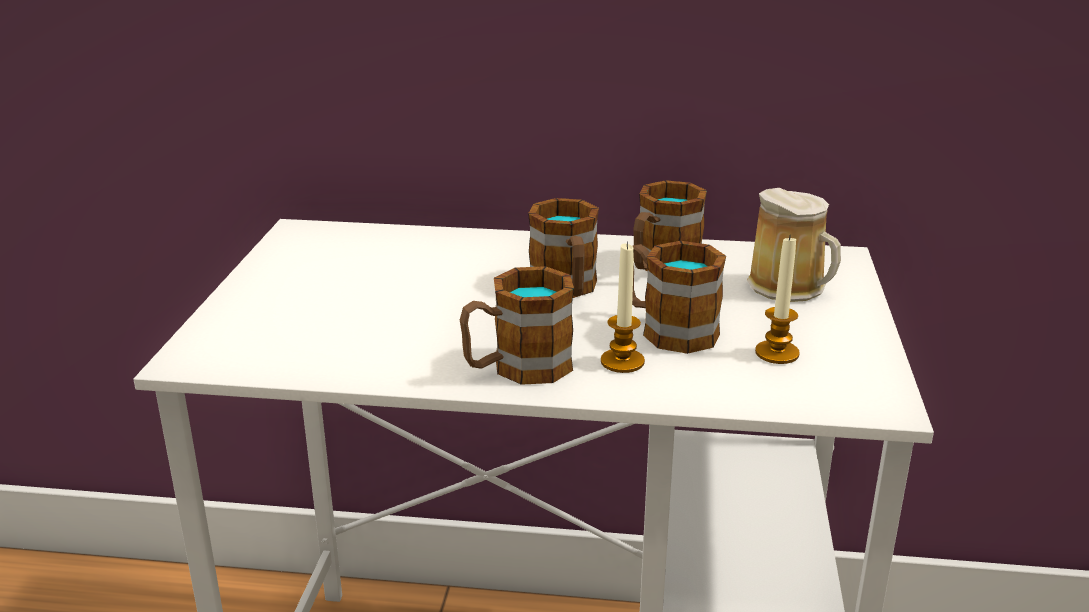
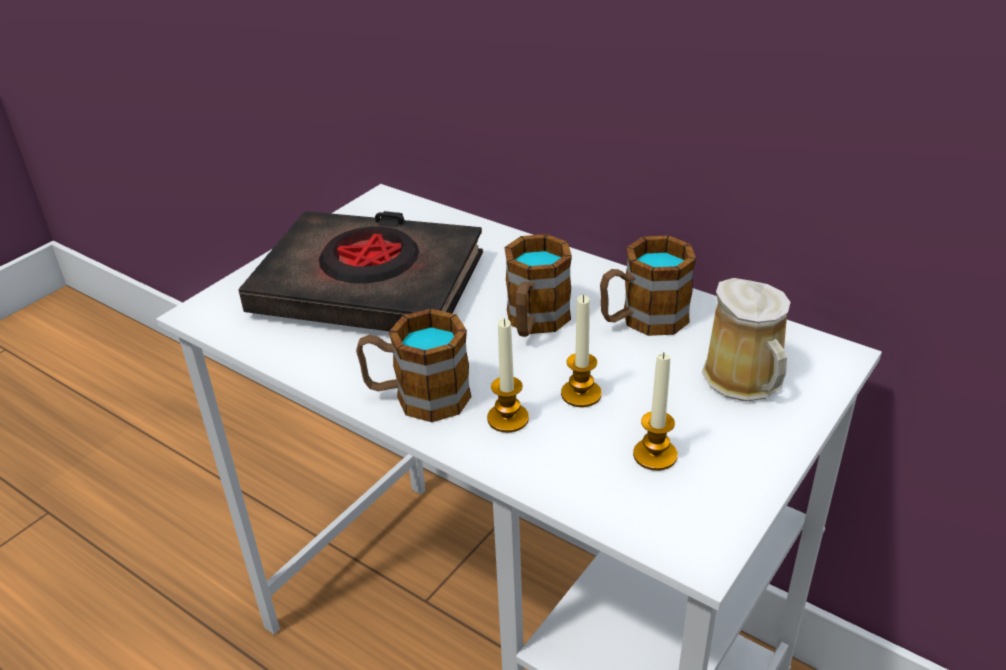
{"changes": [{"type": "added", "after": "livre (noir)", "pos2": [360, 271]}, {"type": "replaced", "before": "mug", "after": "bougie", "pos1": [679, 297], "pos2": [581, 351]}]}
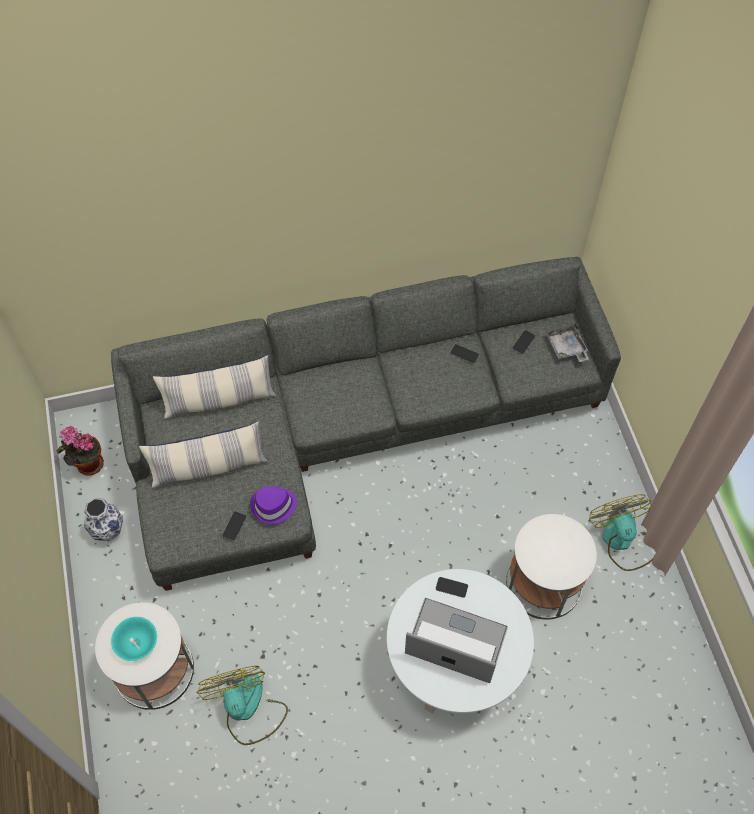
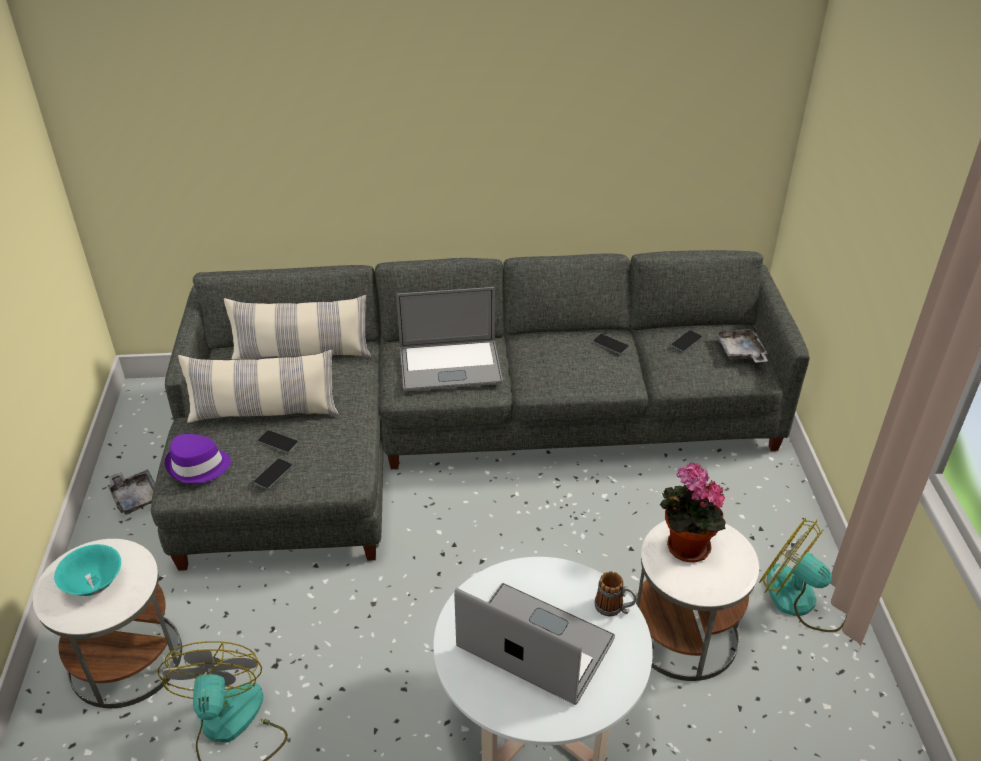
{"changes": [{"type": "added", "after": "ordinateur portable", "pos2": [449, 339]}, {"type": "added", "after": "mug", "pos2": [616, 593]}, {"type": "moved", "before": "plante en pot", "pos1": [80, 451], "pos2": [693, 513]}, {"type": "moved", "before": "chapeau (violet)", "pos1": [273, 505], "pos2": [198, 459]}, {"type": "moved", "before": "téléphone", "pos1": [452, 587], "pos2": [278, 441]}, {"type": "replaced", "before": "vase", "after": "plateau (gris)", "pos1": [103, 519], "pos2": [131, 492]}, {"type": "turned", "before": "ventilateur", "pos1": [621, 532], "pos2": [803, 575], "turn": -45}]}
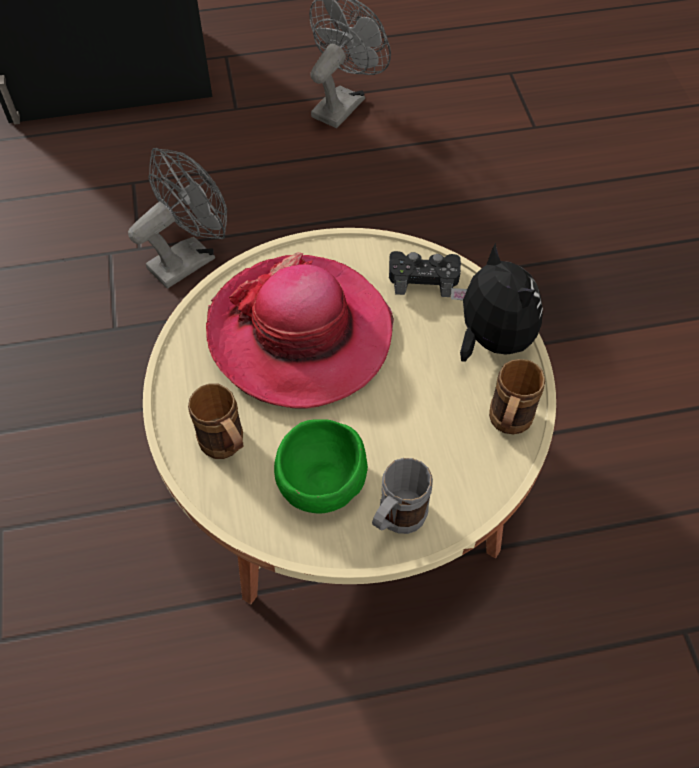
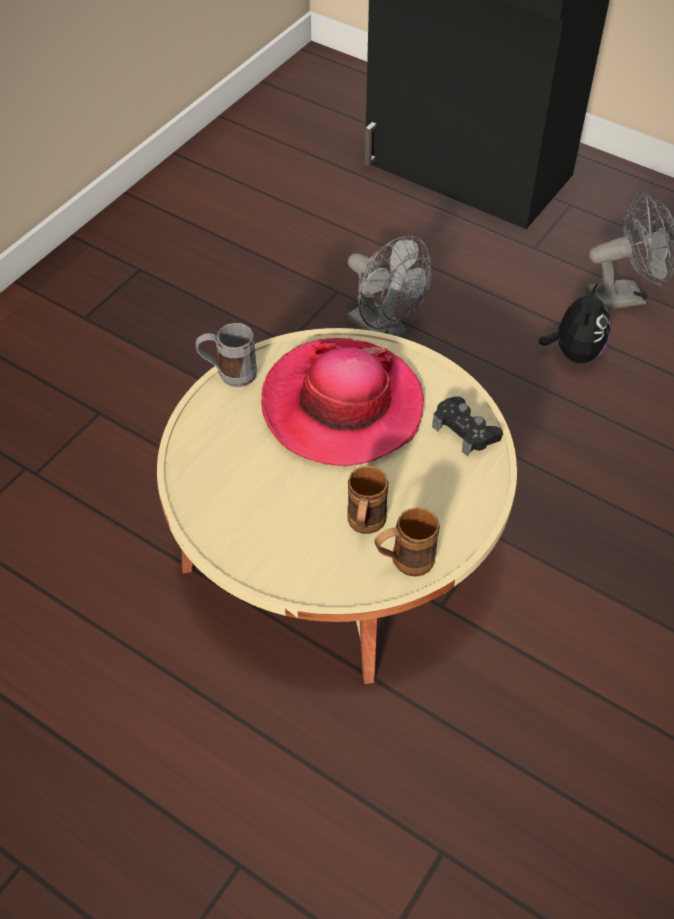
{"changes": [{"type": "removed", "before": "bol (vert)", "pos1": [321, 466]}, {"type": "moved", "before": "mug (marron)", "pos1": [215, 421], "pos2": [368, 500]}, {"type": "moved", "before": "mug (gris)", "pos1": [402, 496], "pos2": [226, 355]}, {"type": "moved", "before": "peluche", "pos1": [497, 302], "pos2": [574, 323]}, {"type": "turned", "before": "ventilateur (gris)", "pos1": [177, 218], "pos2": [389, 286], "turn": 45}]}
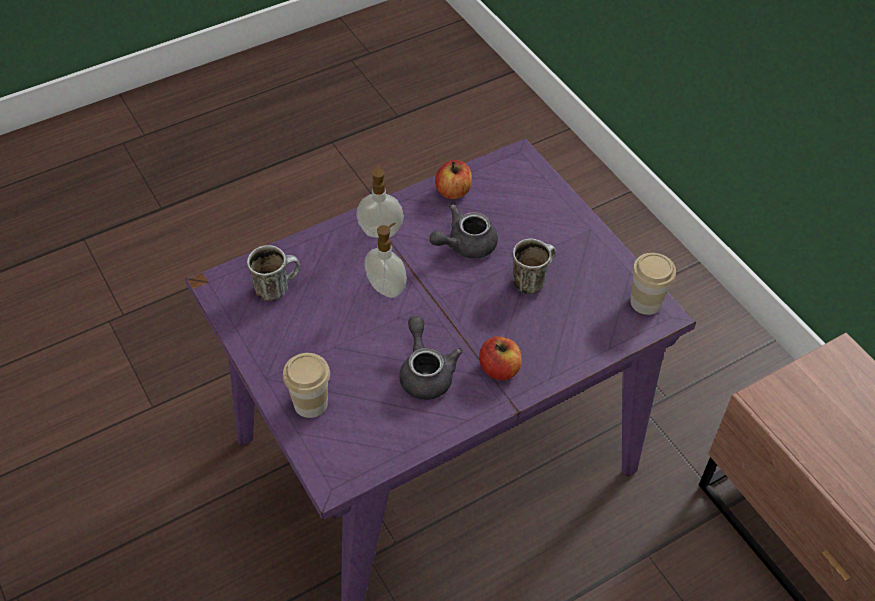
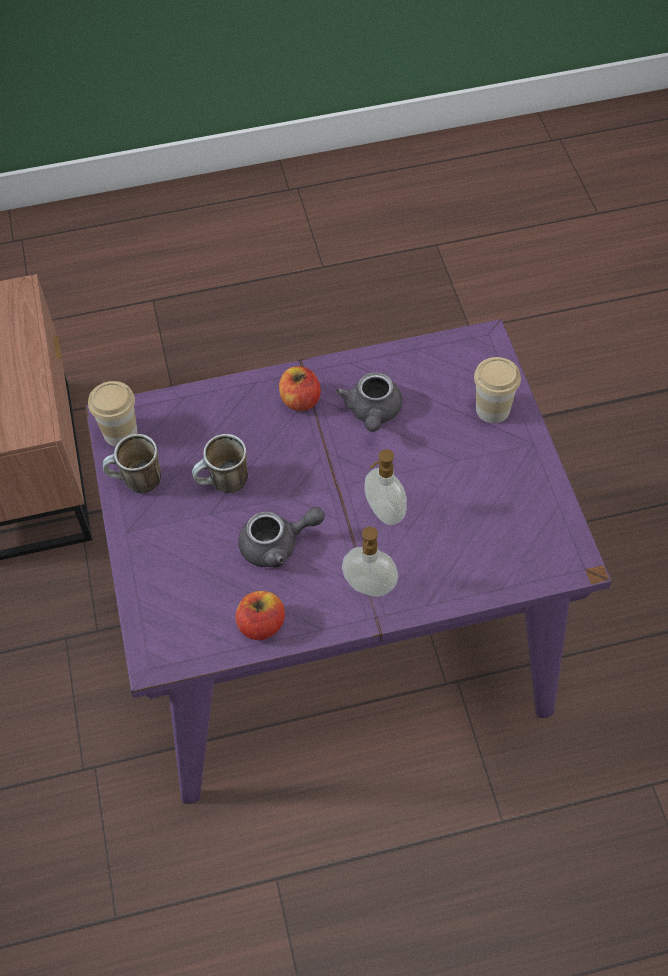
{"changes": [{"type": "moved", "before": "mug", "pos1": [273, 273], "pos2": [132, 463]}]}
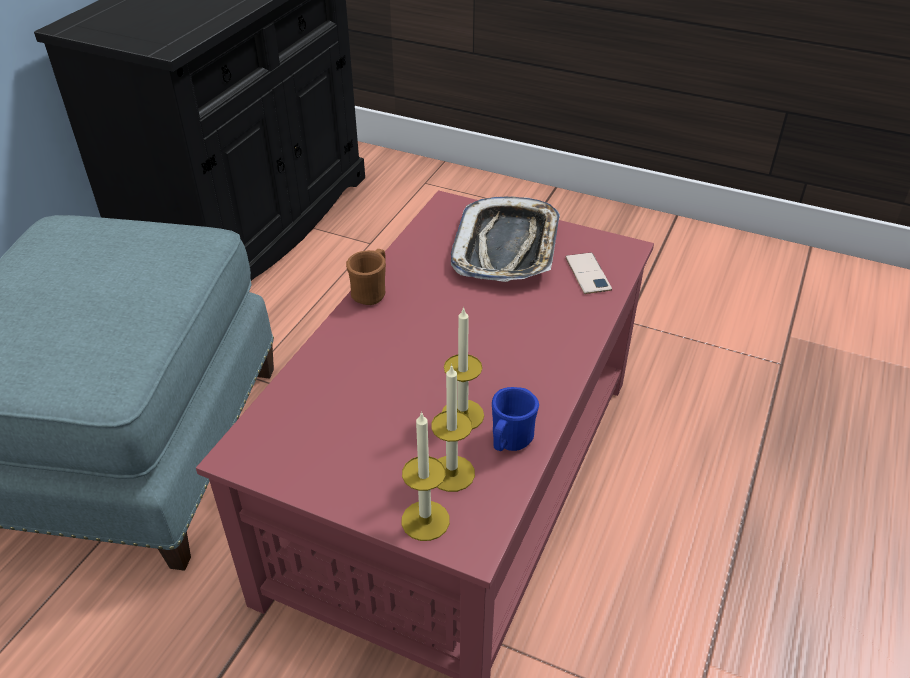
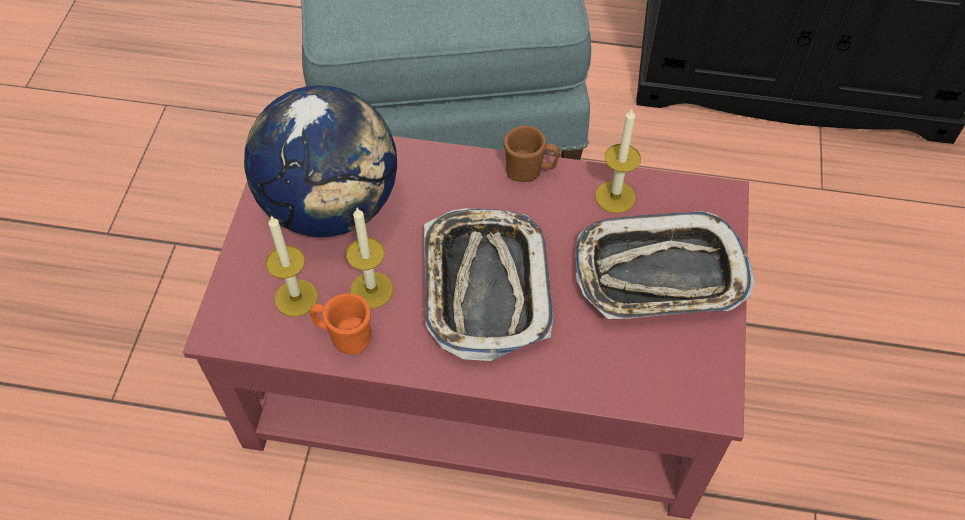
{"changes": [{"type": "removed", "before": "téléphone", "pos1": [589, 273]}, {"type": "added", "after": "globe", "pos2": [320, 161]}, {"type": "added", "after": "plateau", "pos2": [488, 284]}, {"type": "moved", "before": "bougie", "pos1": [426, 476], "pos2": [618, 161]}, {"type": "recoloured", "before": "mug (bleu)", "after": "mug (orange)", "pos1": [515, 419], "pos2": [341, 324]}]}
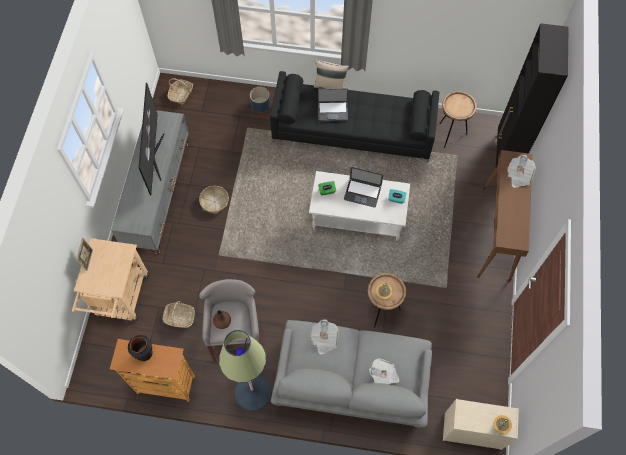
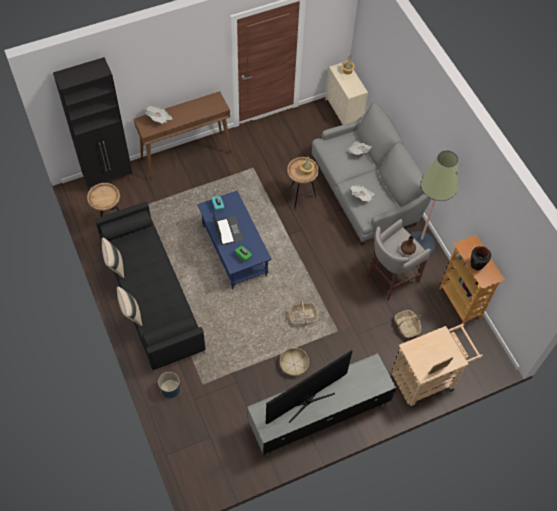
{"changes": [{"type": "removed", "before": "ordinateur portable", "pos1": [333, 104]}, {"type": "added", "after": "coussin (beige)", "pos2": [113, 258]}, {"type": "moved", "before": "panier", "pos1": [180, 91], "pos2": [304, 312]}, {"type": "recoloured", "before": "table basse (blanc)", "after": "table basse (bleu)", "pos1": [359, 206], "pos2": [234, 240]}]}
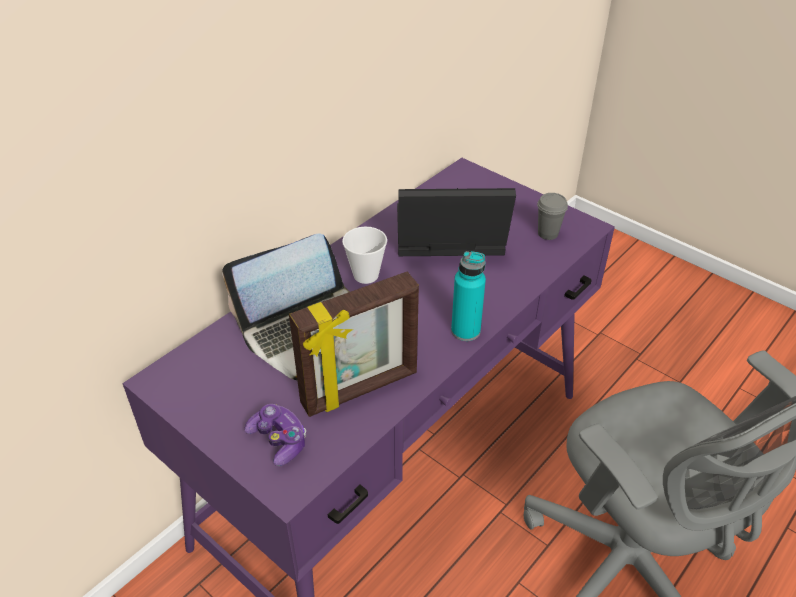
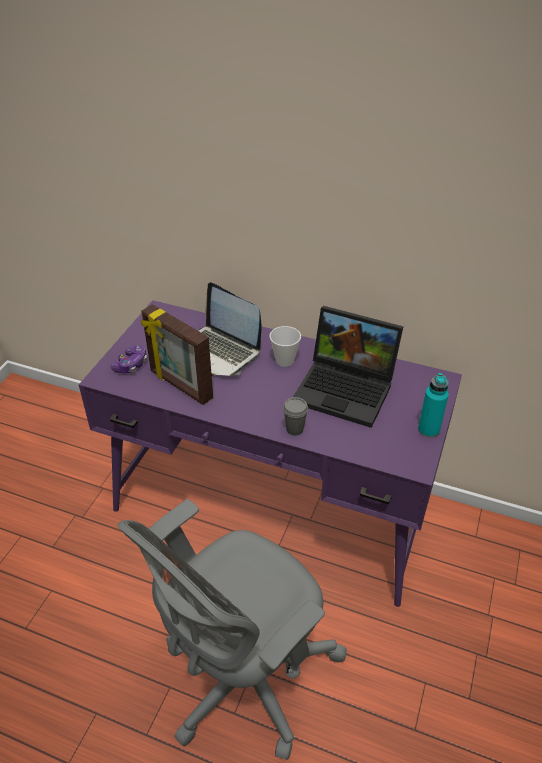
{"changes": [{"type": "moved", "before": "bouteille (turquoise)", "pos1": [468, 296], "pos2": [433, 405]}, {"type": "moved", "before": "tasse (gris)", "pos1": [552, 216], "pos2": [295, 416]}, {"type": "turned", "before": "ordinateur portable", "pos1": [456, 222], "pos2": [348, 367], "turn": 135}]}
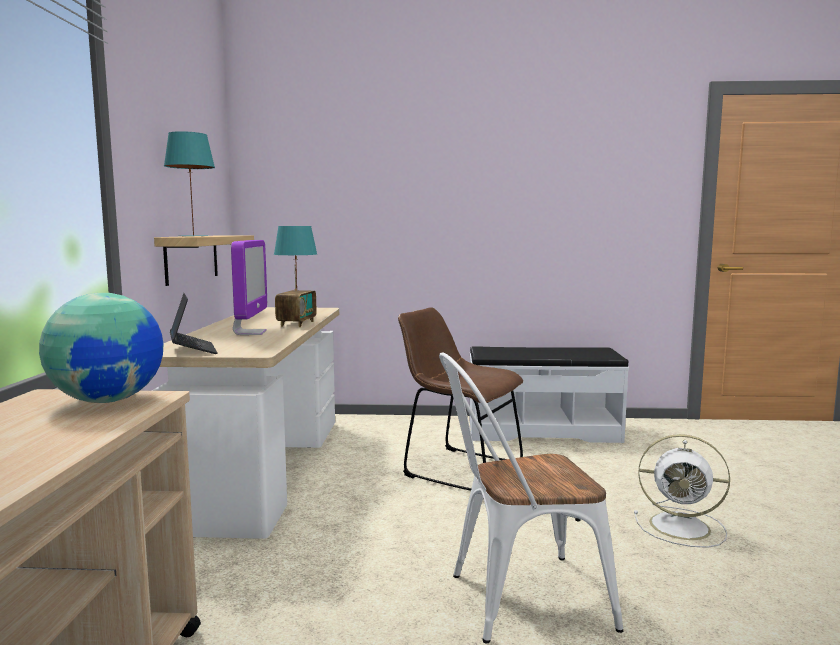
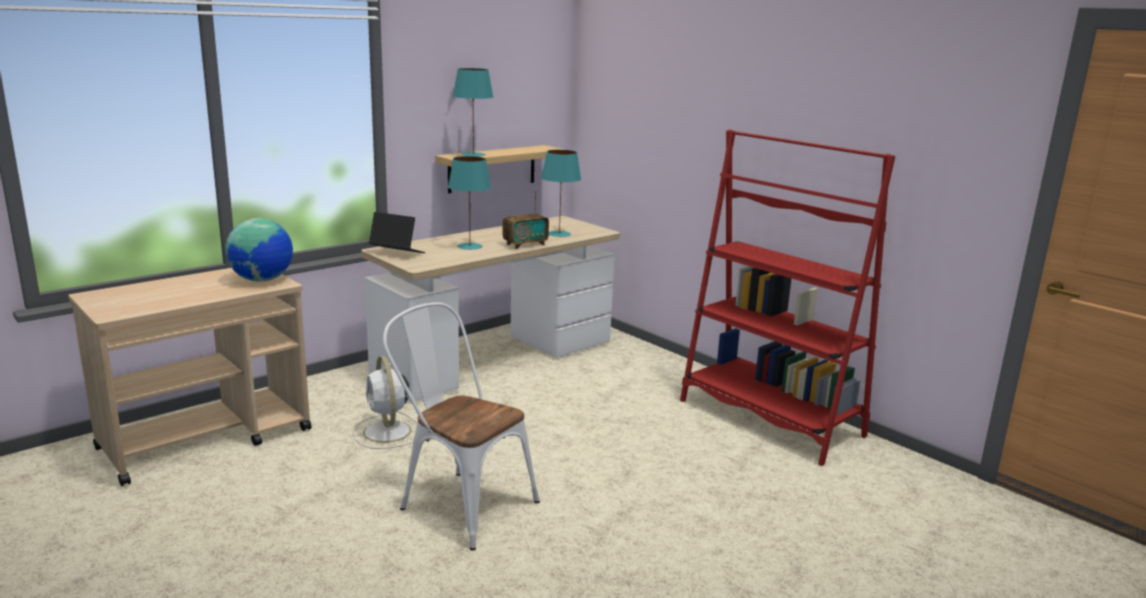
{"changes": [{"type": "removed", "before": "chaise (marron)", "pos1": [460, 399]}, {"type": "moved", "before": "ventilateur (blanc)", "pos1": [682, 491], "pos2": [385, 402]}, {"type": "replaced", "before": "écran d'ordinateur", "after": "lampe de table (turquoise)", "pos1": [249, 287], "pos2": [469, 203]}, {"type": "replaced", "before": "banc (blanc)", "after": "bibliothèque (rouge)", "pos1": [549, 394], "pos2": [787, 297]}, {"type": "turned", "before": "ordinateur portable", "pos1": [194, 323], "pos2": [397, 232], "turn": -90}]}
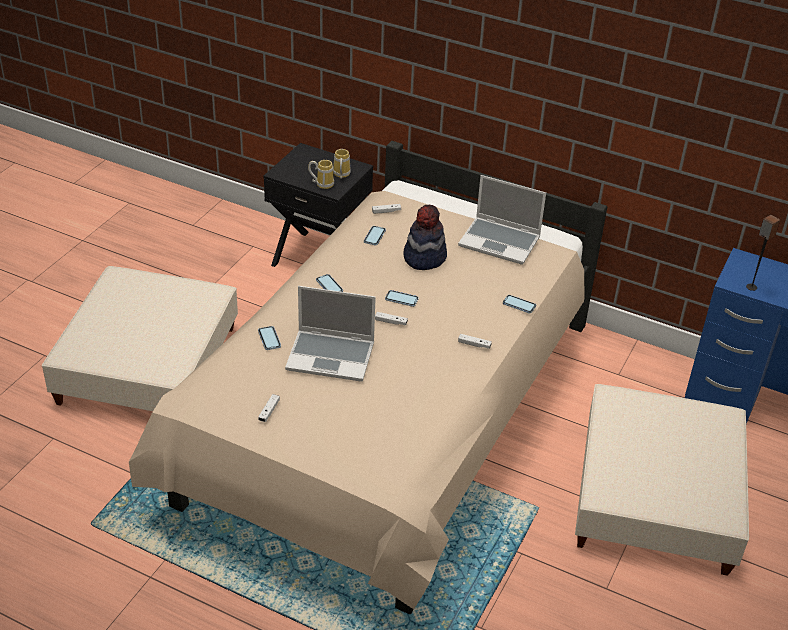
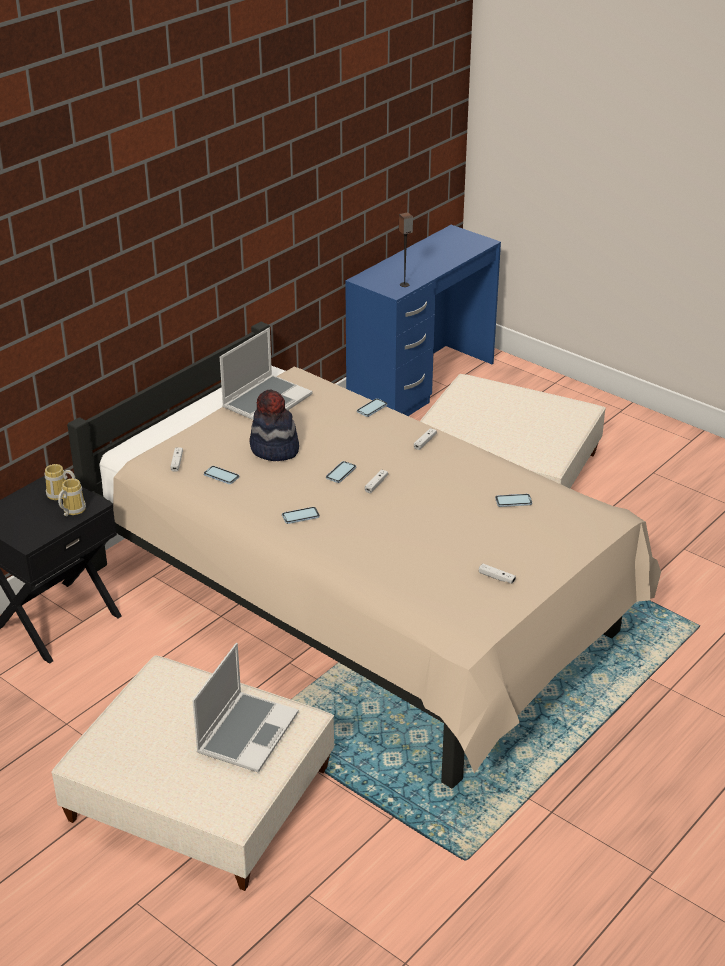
{"changes": [{"type": "moved", "before": "téléphone", "pos1": [269, 338], "pos2": [513, 500]}, {"type": "moved", "before": "ordinateur portable", "pos1": [330, 333], "pos2": [245, 708]}]}
